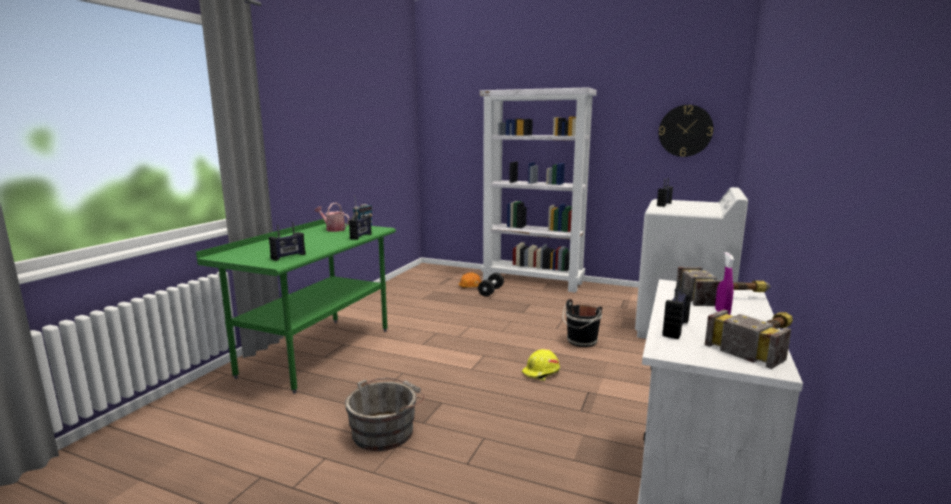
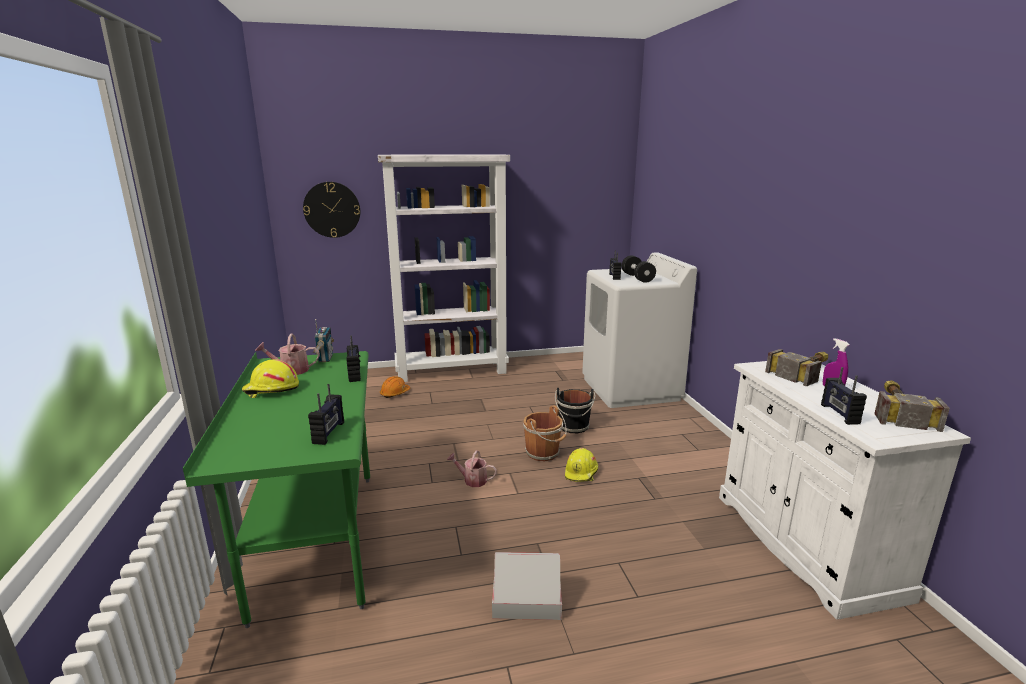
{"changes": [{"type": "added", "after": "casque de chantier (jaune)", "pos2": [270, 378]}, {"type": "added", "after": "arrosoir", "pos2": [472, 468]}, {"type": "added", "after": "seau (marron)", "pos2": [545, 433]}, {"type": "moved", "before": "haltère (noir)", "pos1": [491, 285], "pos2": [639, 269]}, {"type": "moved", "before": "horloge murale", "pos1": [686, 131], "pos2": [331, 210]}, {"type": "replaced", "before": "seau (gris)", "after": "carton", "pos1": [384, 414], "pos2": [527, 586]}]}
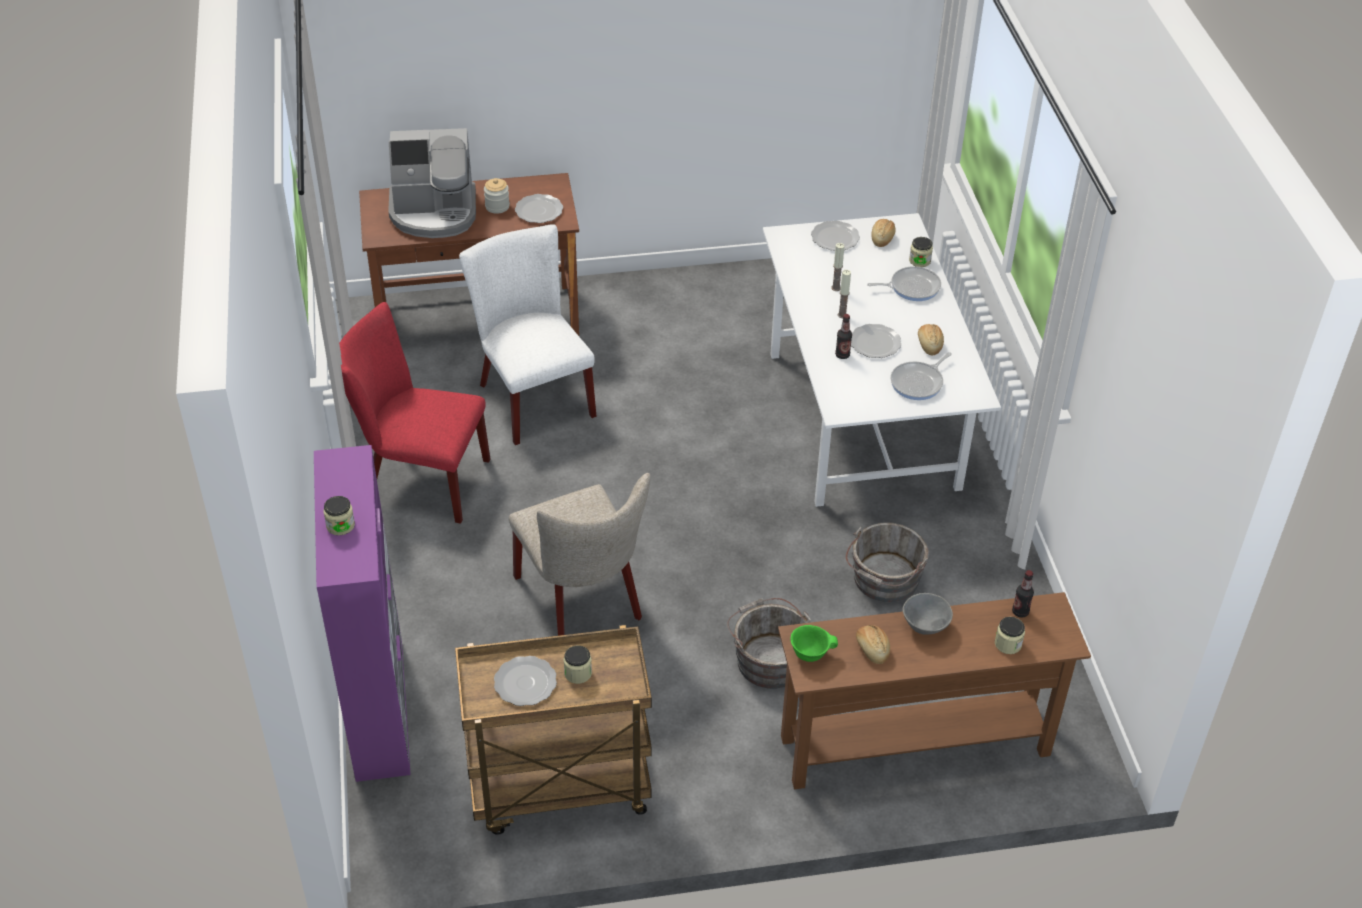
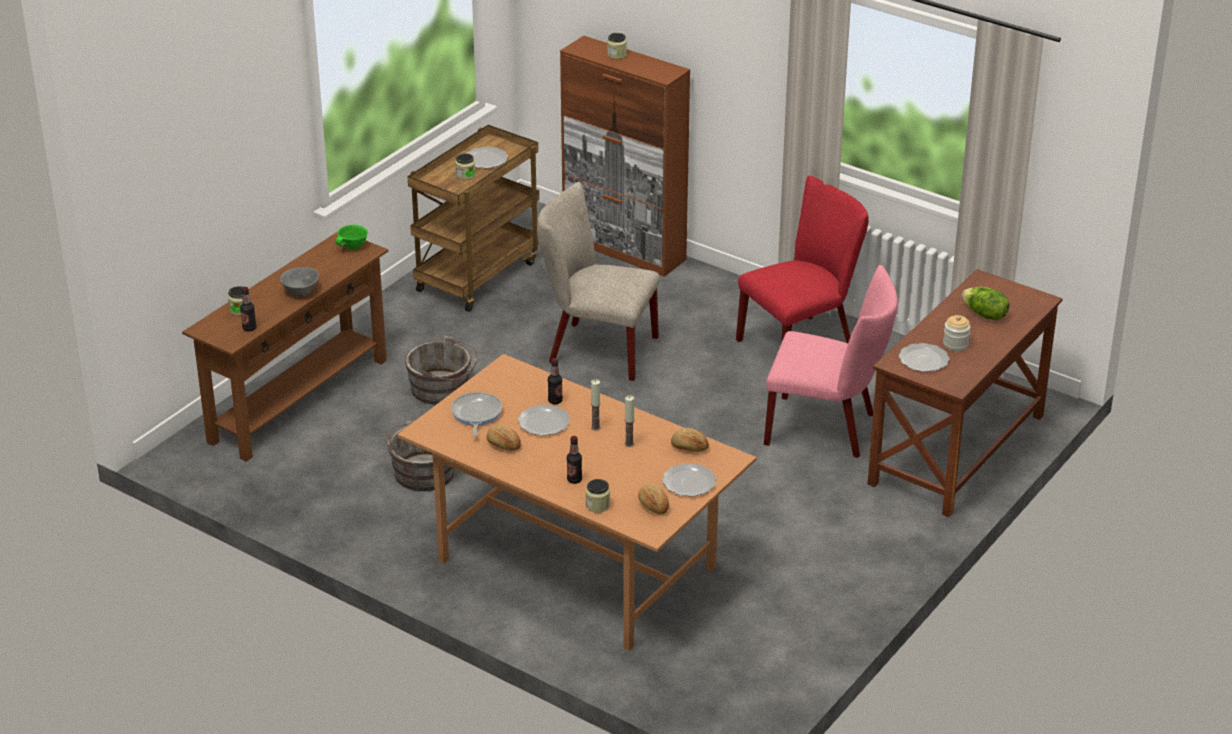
{"changes": [{"type": "moved", "before": "pain", "pos1": [873, 644], "pos2": [690, 440]}, {"type": "replaced", "before": "machine à café", "after": "laitue", "pos1": [432, 183], "pos2": [985, 303]}, {"type": "replaced", "before": "poêle", "after": "bouteille", "pos1": [904, 283], "pos2": [574, 460]}, {"type": "recoloured", "before": "meuble de rangement (violet)", "after": "meuble de rangement (marron)", "pos1": [362, 613], "pos2": [625, 156]}, {"type": "recoloured", "before": "chaise (blanc)", "after": "chaise (rose)", "pos1": [528, 334], "pos2": [831, 361]}, {"type": "recoloured", "before": "table à manger (blanc)", "after": "table à manger (marron)", "pos1": [882, 360], "pos2": [577, 502]}]}
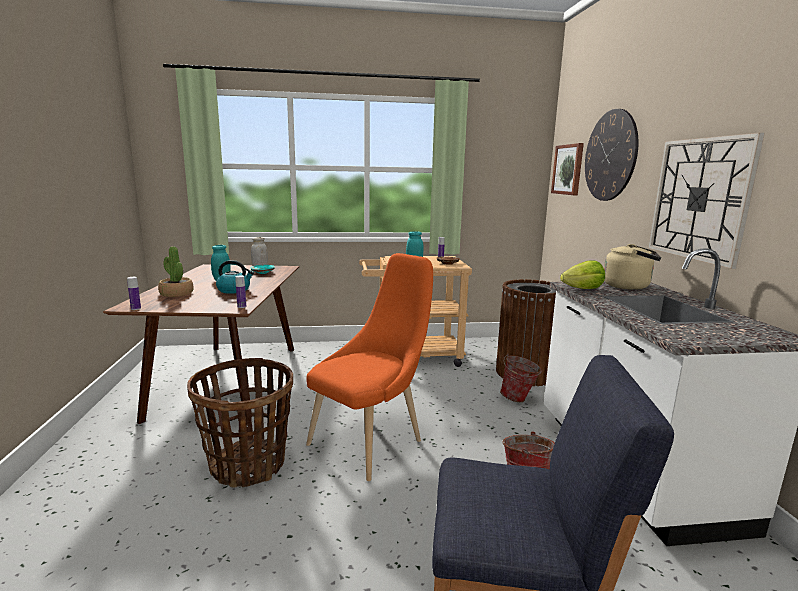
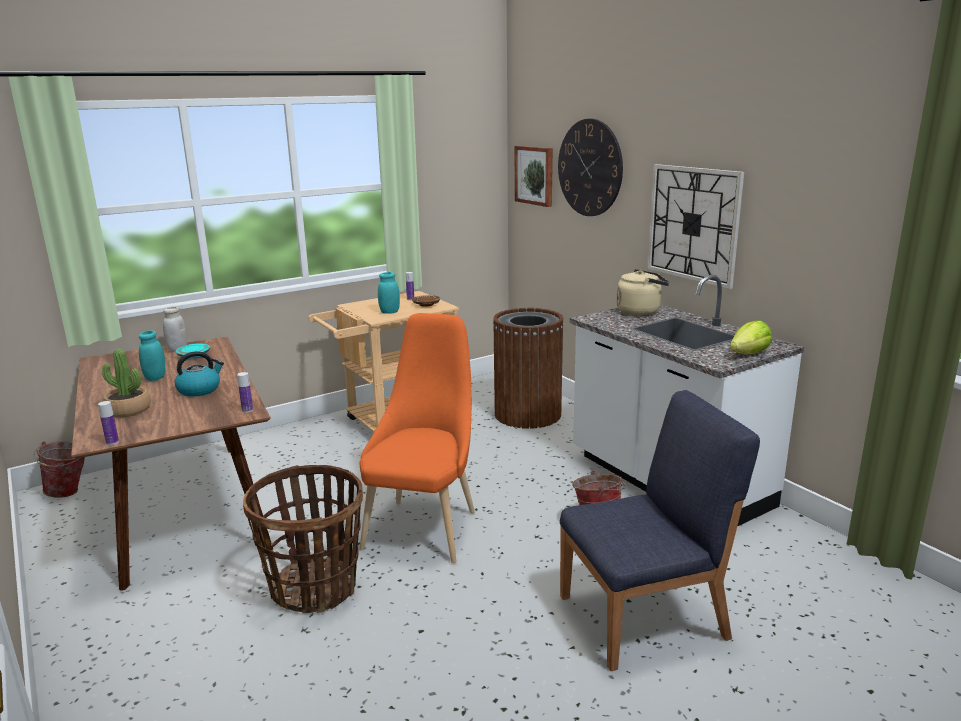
{"changes": [{"type": "moved", "before": "seau", "pos1": [521, 377], "pos2": [59, 469]}, {"type": "moved", "before": "laitue", "pos1": [582, 274], "pos2": [751, 337]}]}
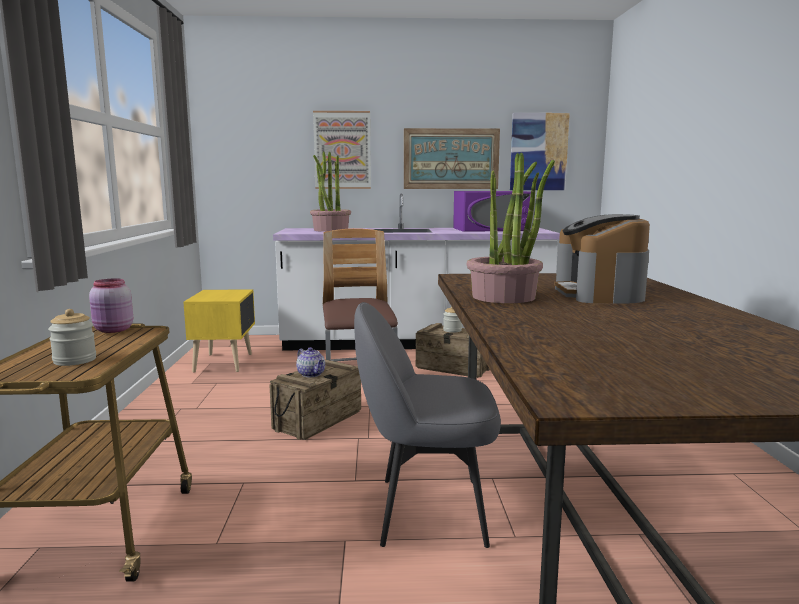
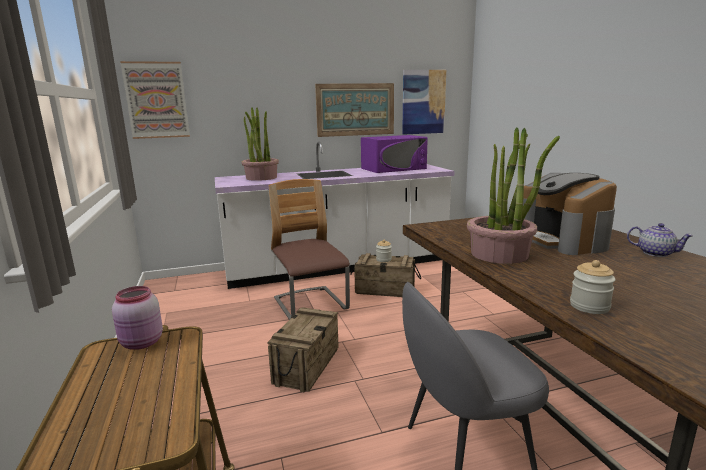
{"changes": [{"type": "removed", "before": "table de chevet (jaune)", "pos1": [219, 330]}, {"type": "moved", "before": "bocal", "pos1": [72, 337], "pos2": [593, 287]}, {"type": "moved", "before": "théière", "pos1": [310, 362], "pos2": [660, 240]}, {"type": "moved", "before": "tableau", "pos1": [342, 150], "pos2": [155, 100]}]}
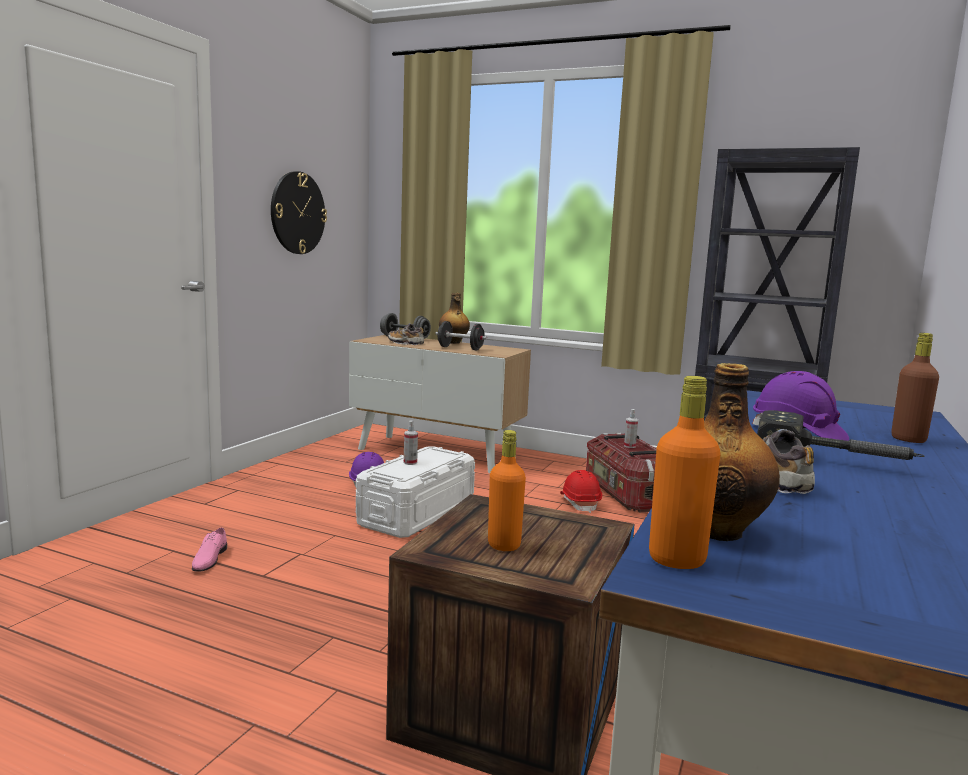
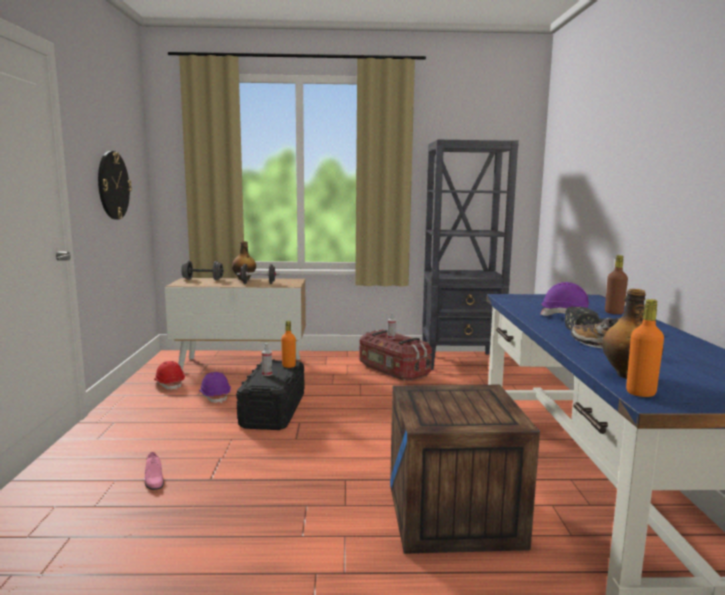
{"changes": [{"type": "removed", "before": "chaussure", "pos1": [406, 334]}, {"type": "moved", "before": "bouteille (orange)", "pos1": [507, 490], "pos2": [288, 344]}, {"type": "moved", "before": "casque de chantier (rouge)", "pos1": [581, 491], "pos2": [169, 375]}, {"type": "recoloured", "before": "boîte de rangement (blanc)", "after": "boîte de rangement (noir)", "pos1": [415, 492], "pos2": [270, 394]}]}
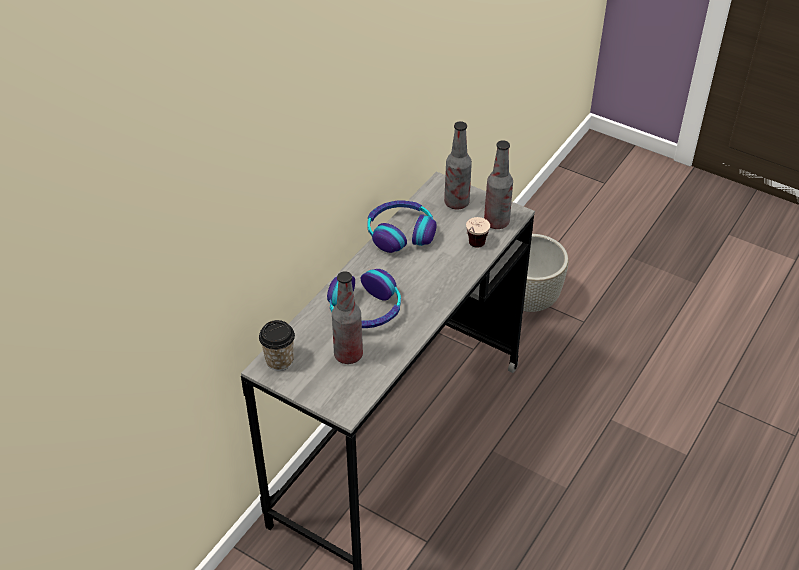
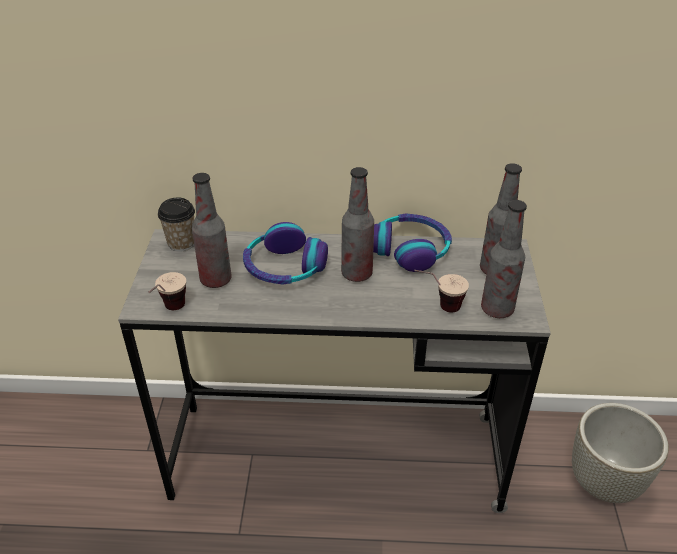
{"changes": [{"type": "added", "after": "tasse", "pos2": [167, 291]}, {"type": "added", "after": "bouteille", "pos2": [357, 224]}]}
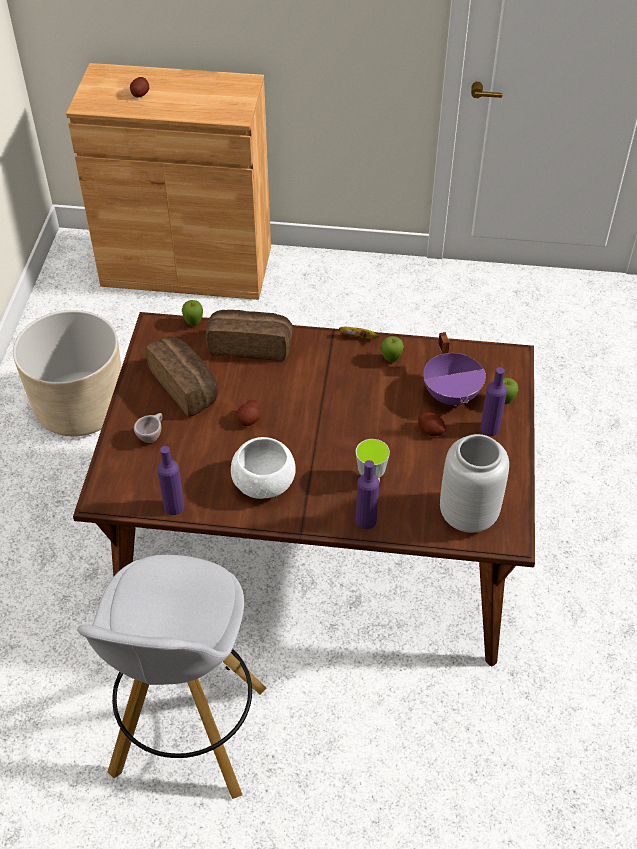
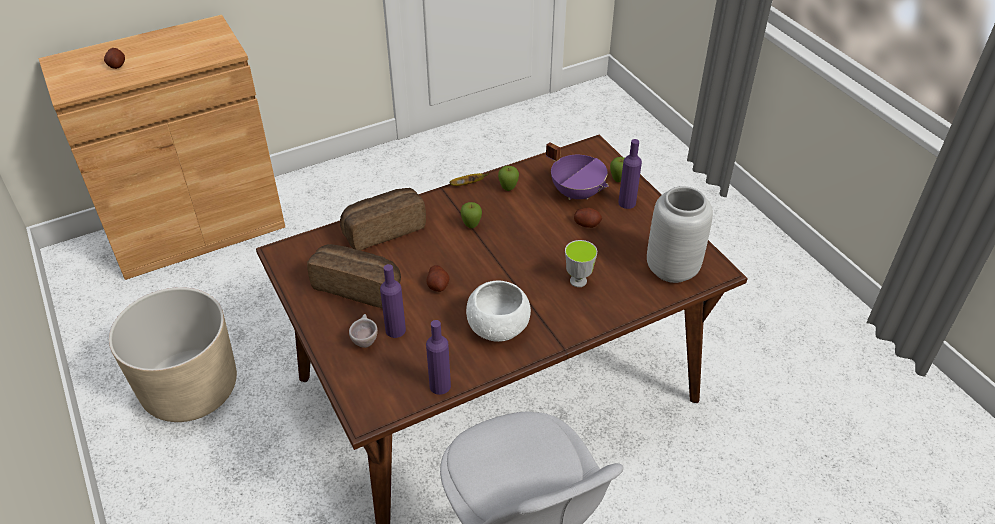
{"changes": [{"type": "moved", "before": "pomme", "pos1": [192, 313], "pos2": [471, 215]}, {"type": "moved", "before": "bouteille (violet)", "pos1": [367, 494], "pos2": [393, 301]}]}
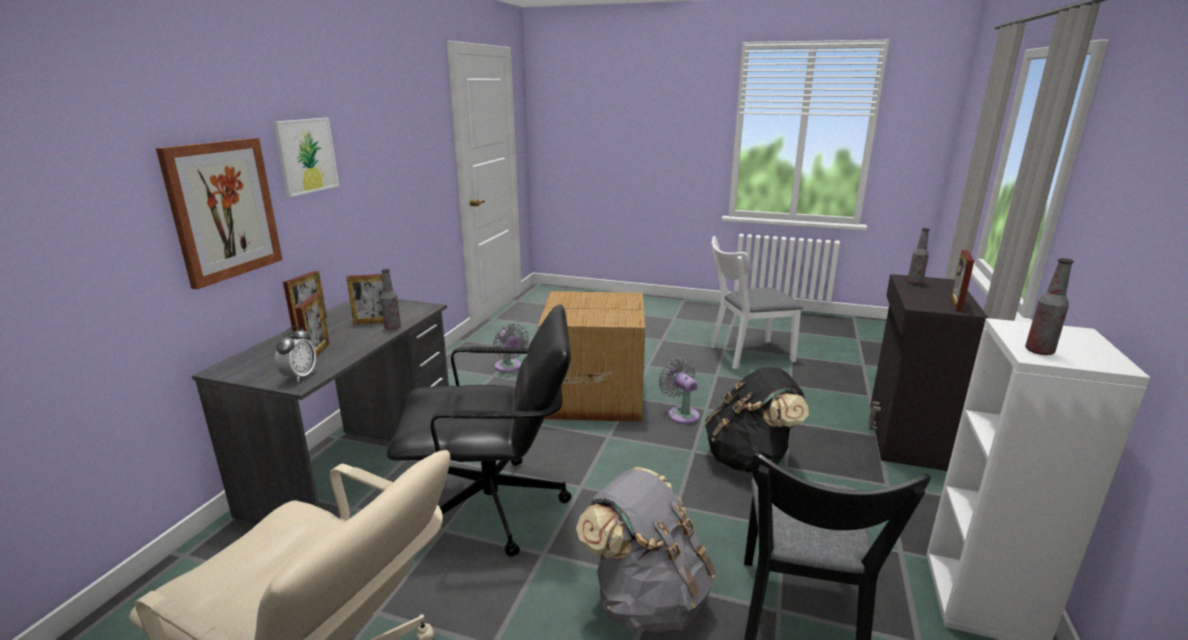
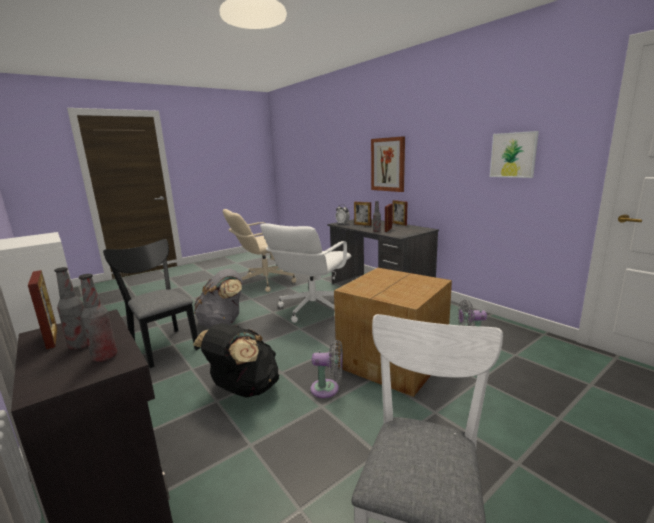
{"changes": [{"type": "moved", "before": "tableau", "pos1": [306, 157], "pos2": [514, 154]}, {"type": "moved", "before": "bouteille", "pos1": [1049, 306], "pos2": [71, 308]}, {"type": "recoloured", "before": "chaise de bureau (noir)", "after": "chaise de bureau (blanc)", "pos1": [479, 430], "pos2": [306, 273]}]}
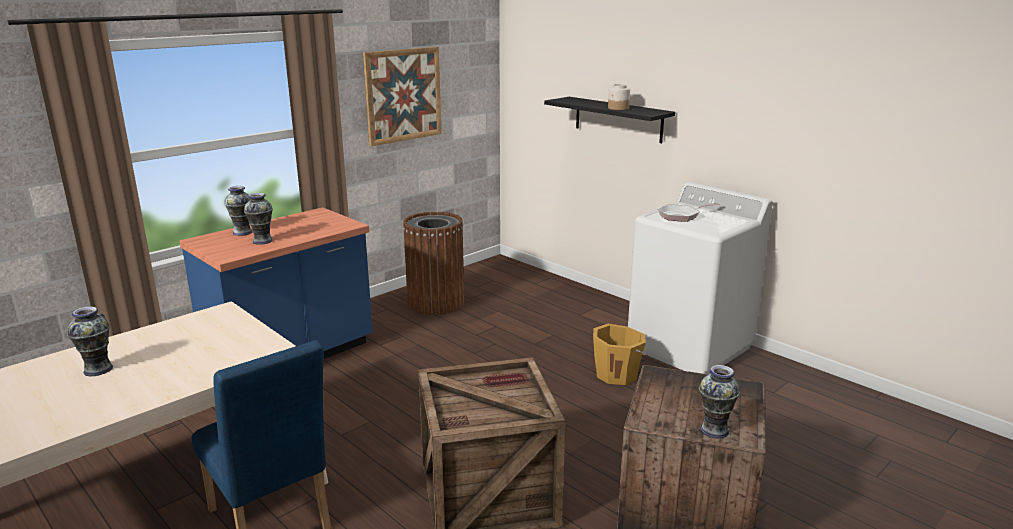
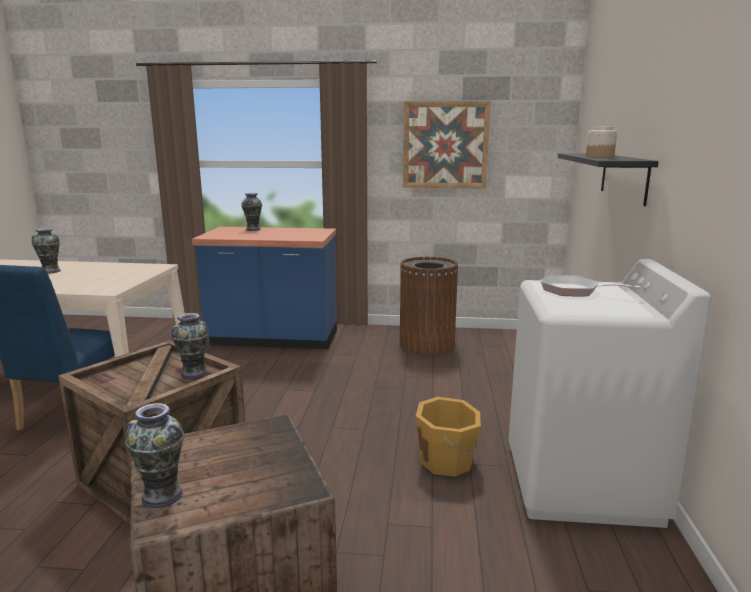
{"changes": [{"type": "moved", "before": "vase", "pos1": [258, 219], "pos2": [190, 346]}]}
